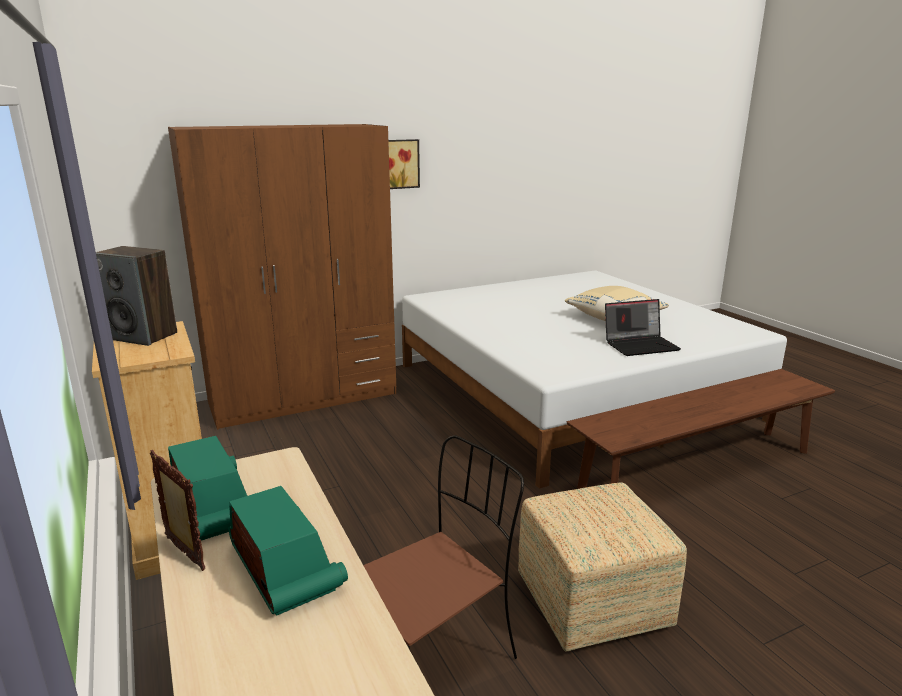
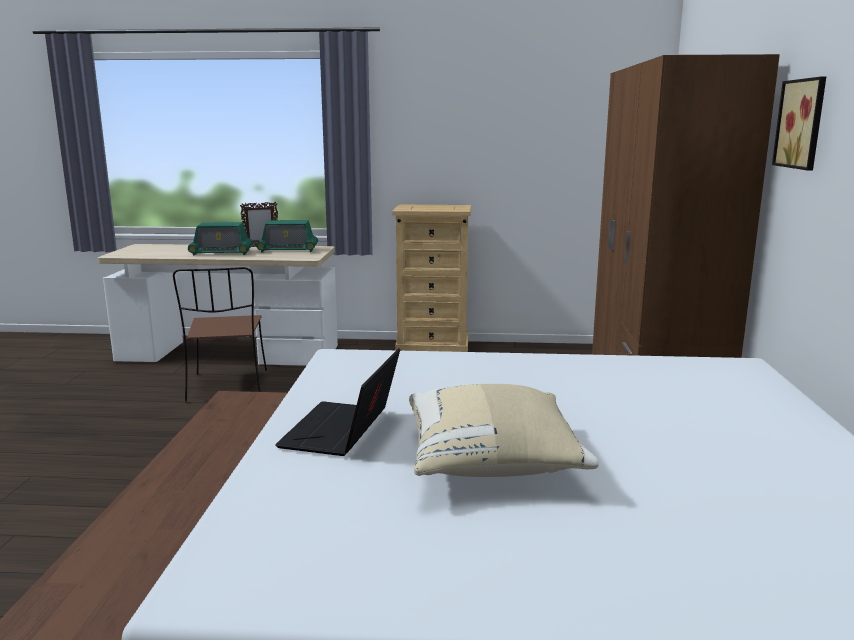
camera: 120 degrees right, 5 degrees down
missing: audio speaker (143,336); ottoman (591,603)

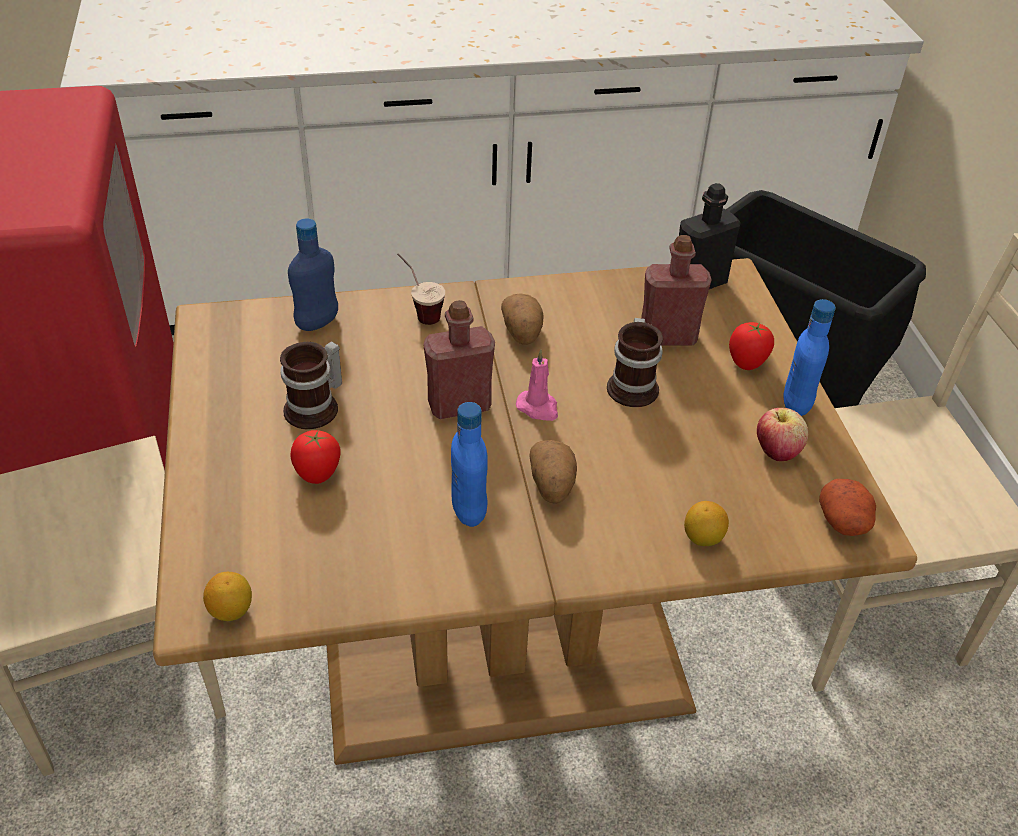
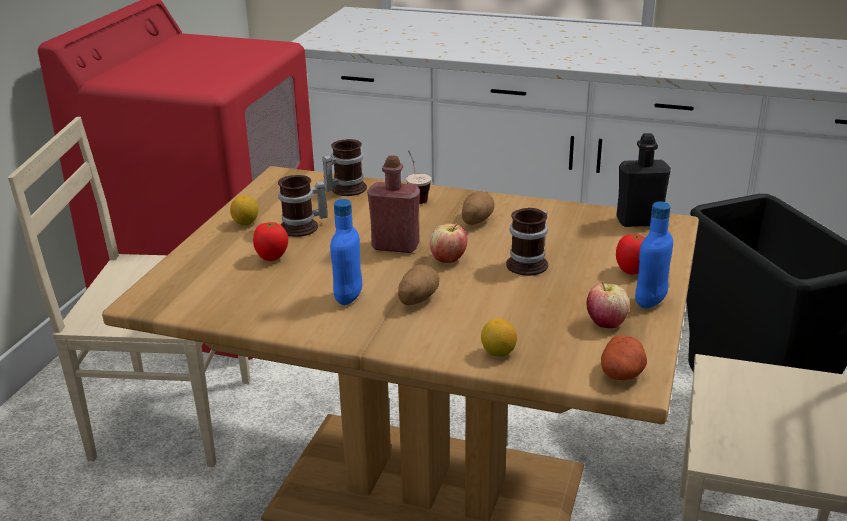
camera: 30 degrees right, 15 degrees down
missing: red-coloured beverage bottle (668,336)
relocated: citrus fruit (231,610) to (246,223)
exchanged: bluish beverage bottle (317,323) to mug (344,189); pink wax light (538,408) to apple fruit (448,259)

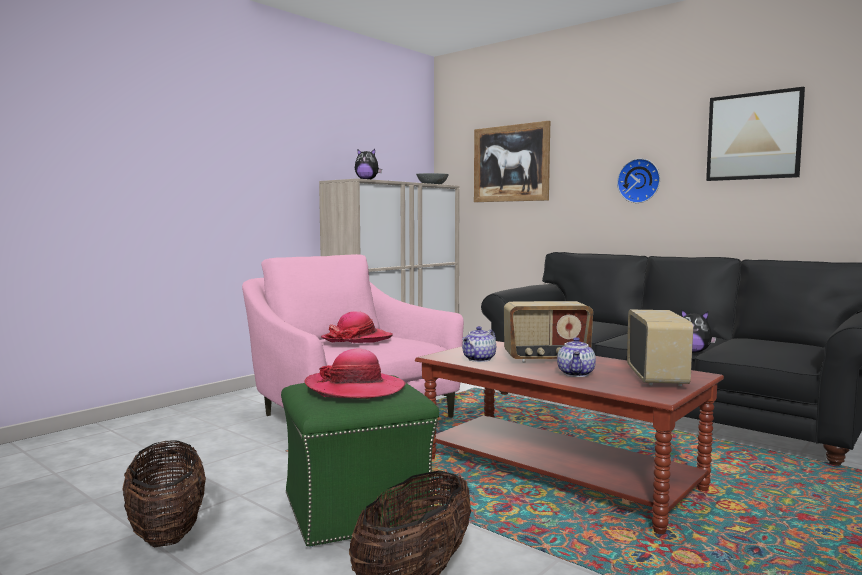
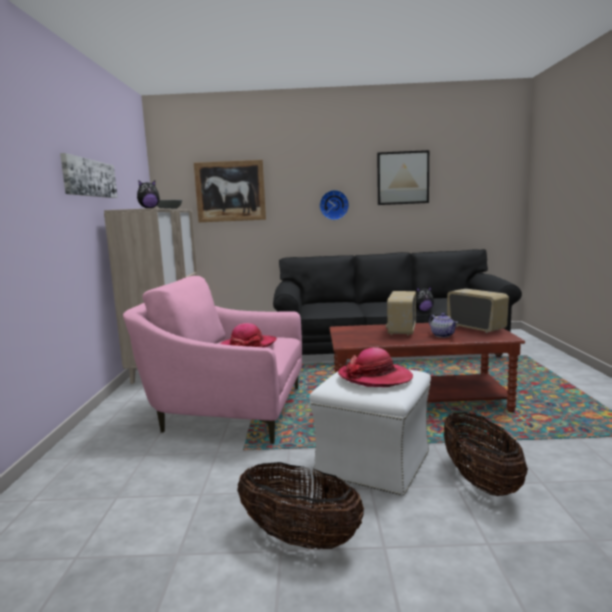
camera: 40 degrees left, 5 degrees up
missing: teapot (479,359)
appeared: wall picture (89,178)
colour: green-coloured ottoman (358,508) to white-coloured ottoman (373,462)
spun: radio (546,359) = (401,330) 150 degrees clockwise

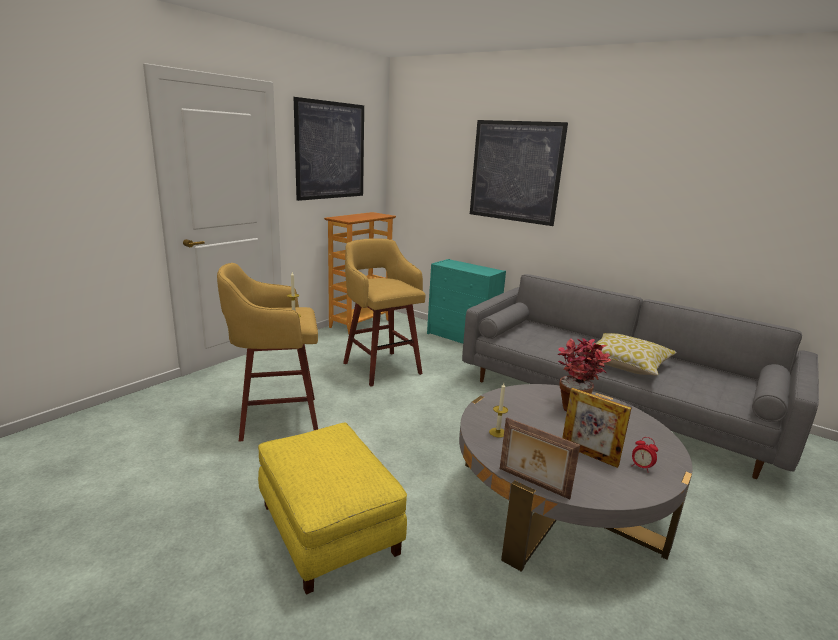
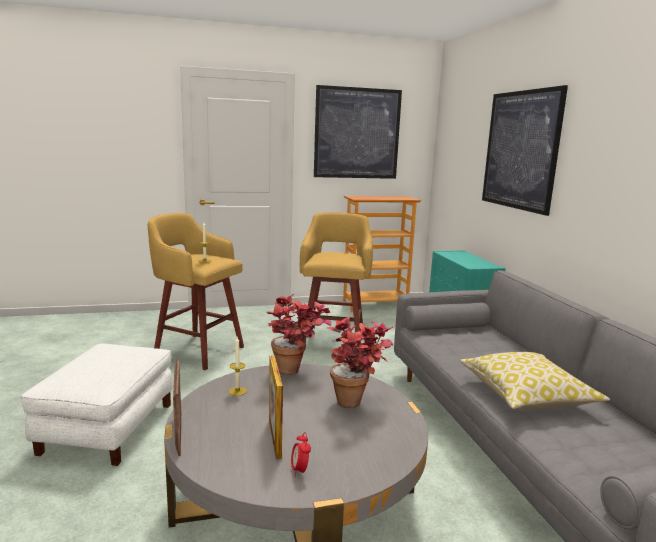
camera: 40 degrees right, 5 degrees down
appeared: houseplant (296,372)
colour: yellow ottoman (327,529) to white-coloured ottoman (107,427)

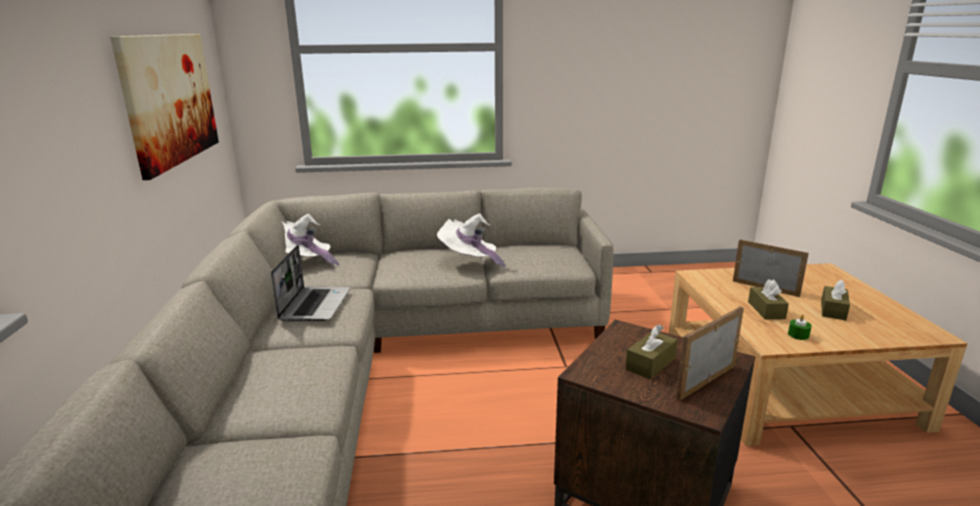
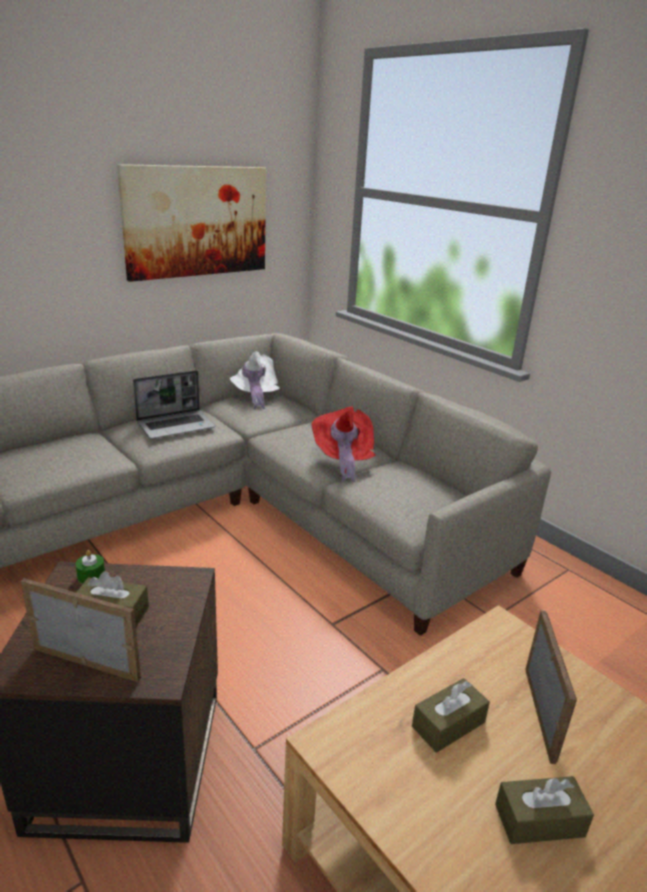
camera: 55 degrees right, 5 degrees up
relocated: green-coloured wax light (798,335) to (91,576)
colour: white-coloured wearable hat (469,261) to red-coloured wearable hat (343,460)

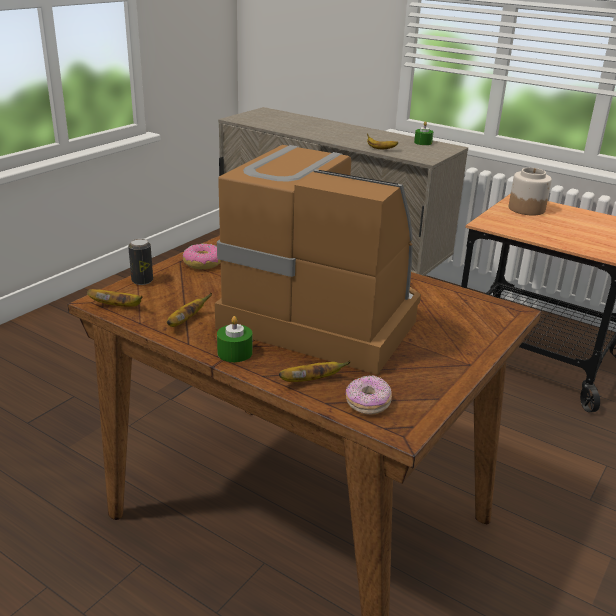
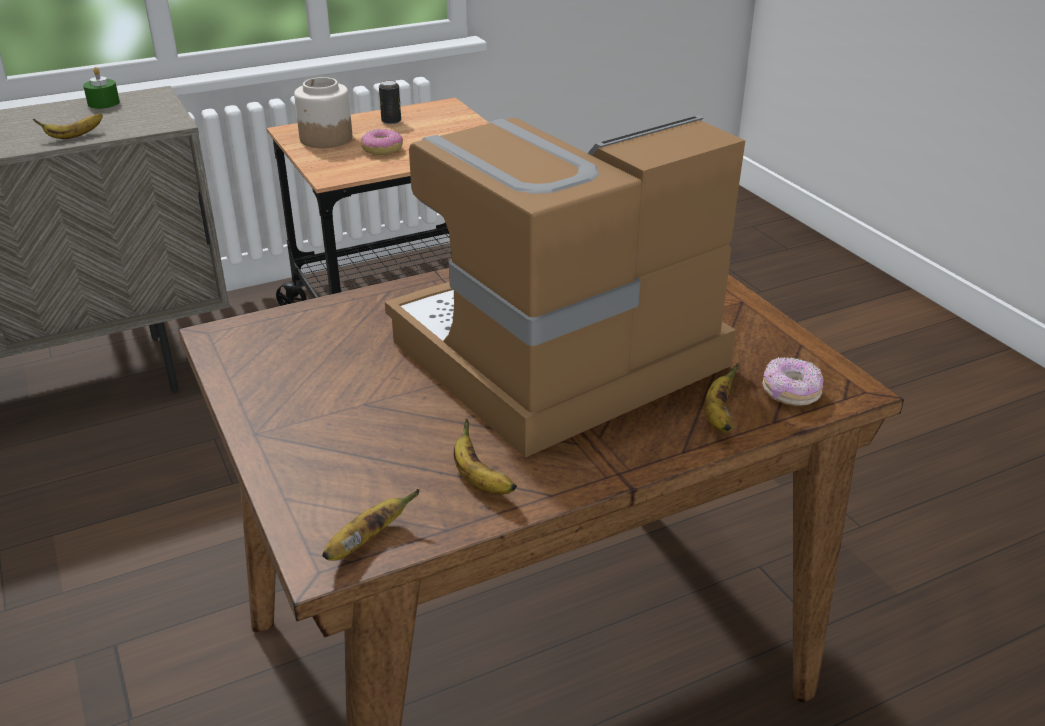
camera: 60 degrees left, 5 degrees up
missing: green-coloured wax light (235,352)
relocated: metal can (142,281) to (391,121); ring doughnut (203,263) to (382,149)

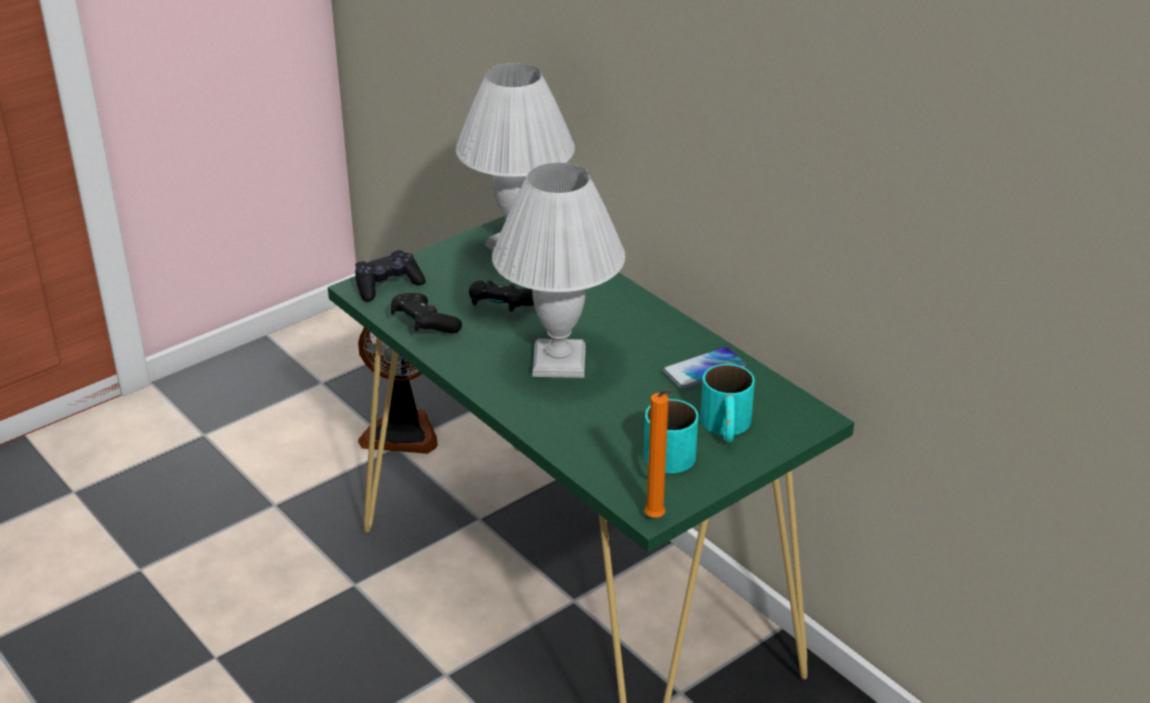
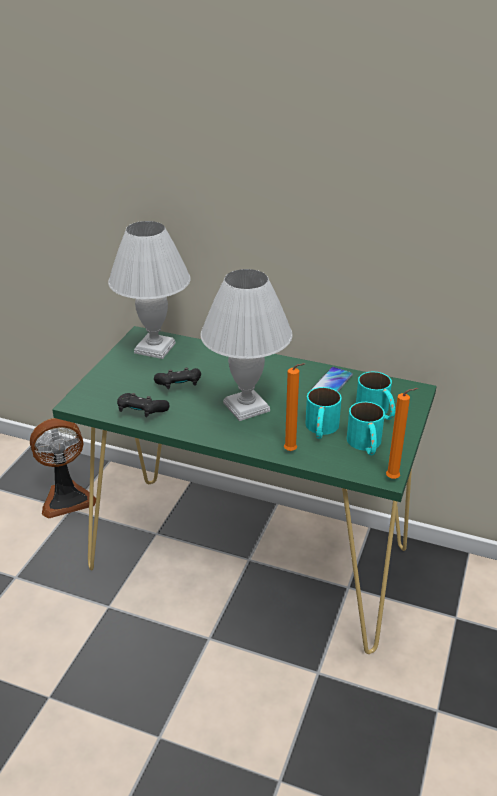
camera: 30 degrees left, 0 degrees up
missing: black joypad (387,285)
appeared: orange wax light (292,451); turquoise-coloured mug (321,429)

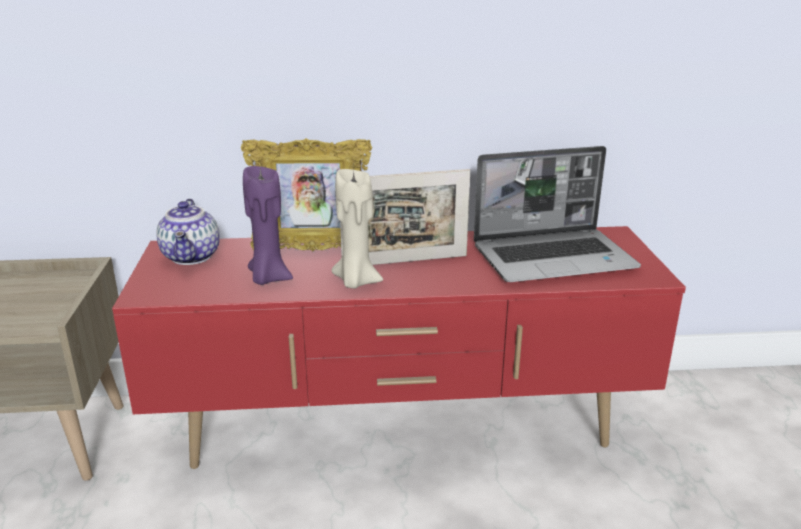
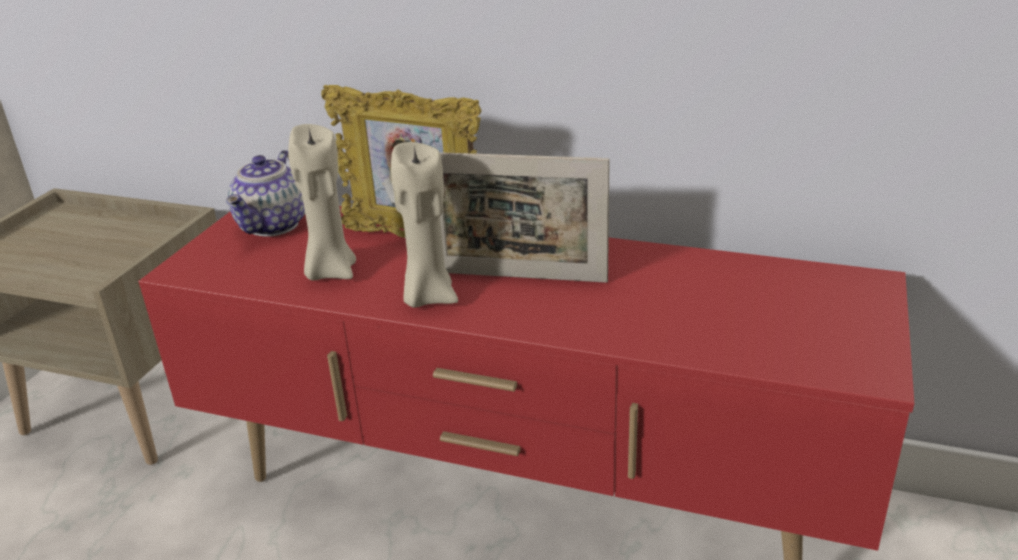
camera: 25 degrees right, 5 degrees up
missing: laptop (554,258)
colour: purple-coloured wax light (268,278) to beige wax light (330,272)

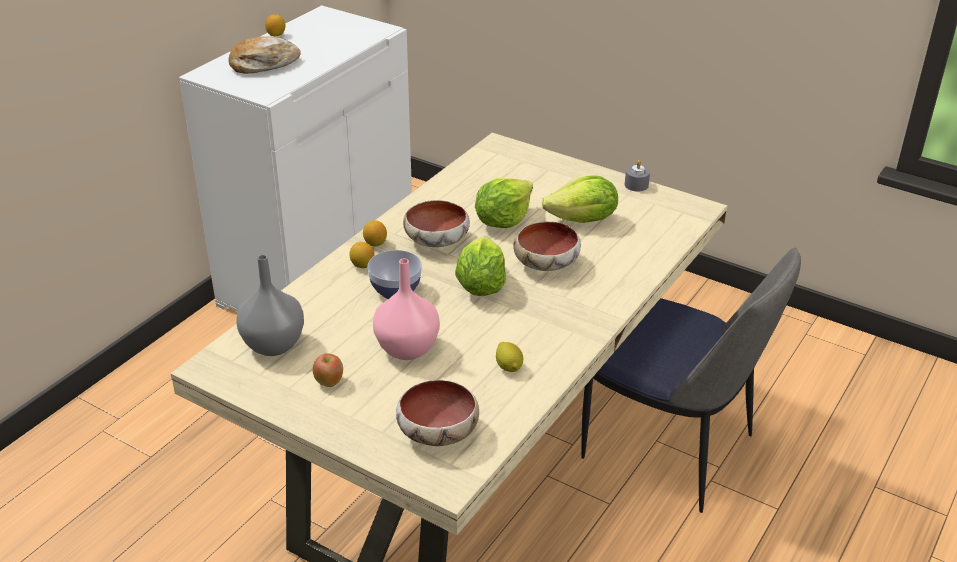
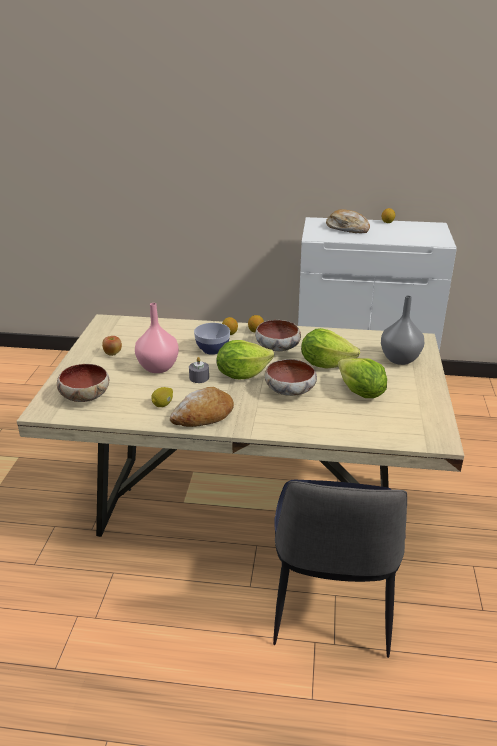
camera: 65 degrees right, 5 degrees down
appeared: bakery bread (203,416)
relocated: grey flower vase (275,345) to (400,359); grey wax light (636,185) to (199,377)

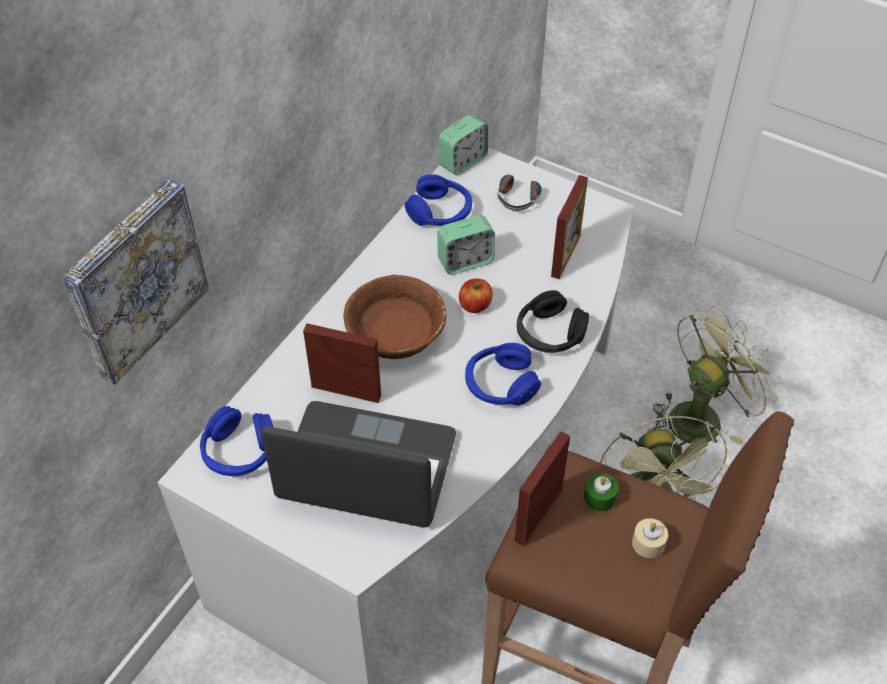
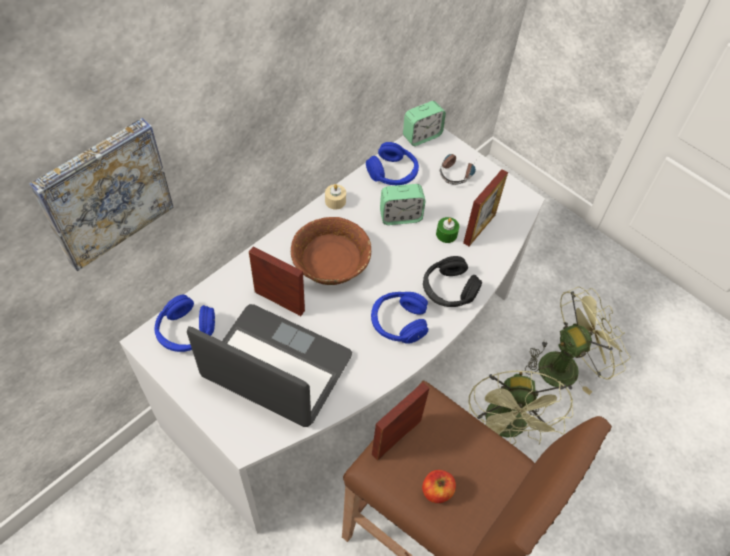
camera: 10 degrees right, 5 degrees up
relocated: apple fruit (475,305) to (437,491); green-coloured wax light (599,497) to (446,234); beige wax light (648,543) to (335,201)

